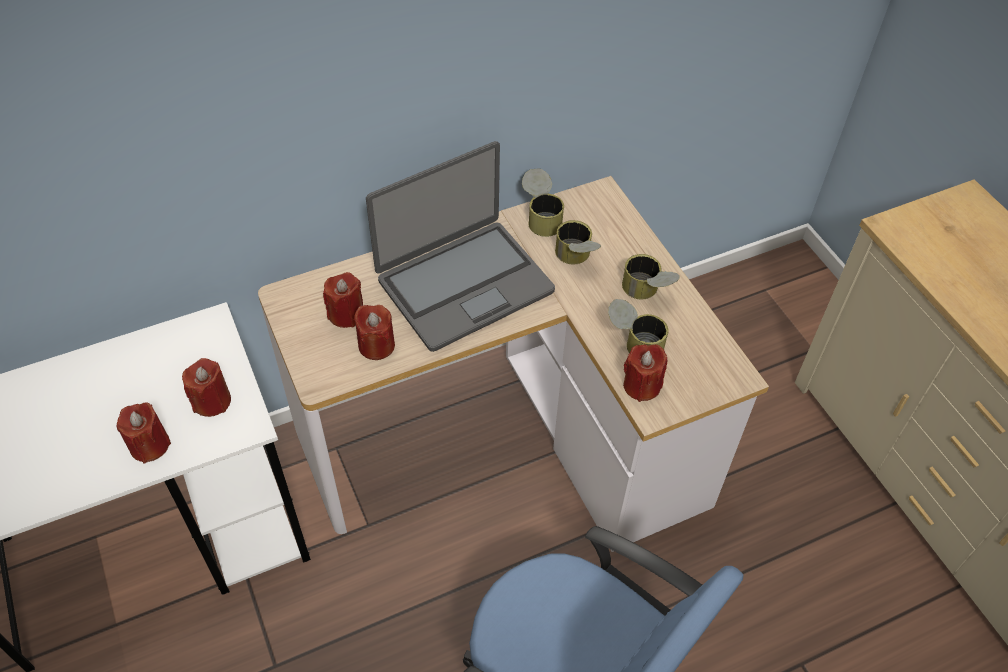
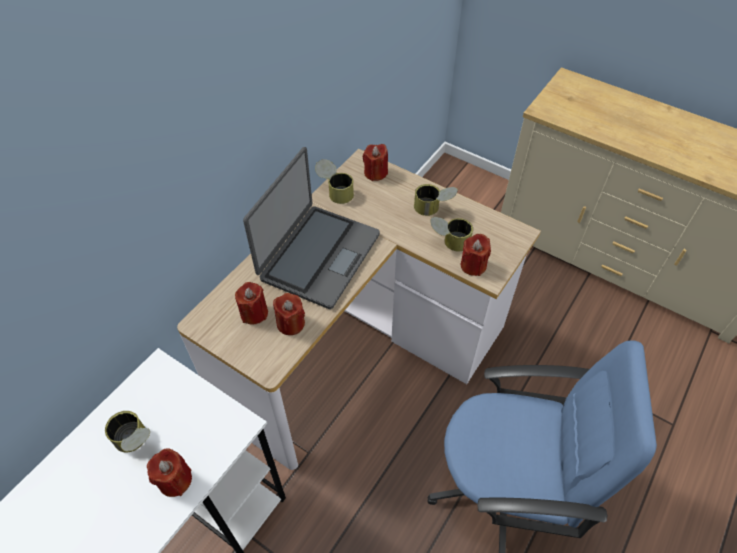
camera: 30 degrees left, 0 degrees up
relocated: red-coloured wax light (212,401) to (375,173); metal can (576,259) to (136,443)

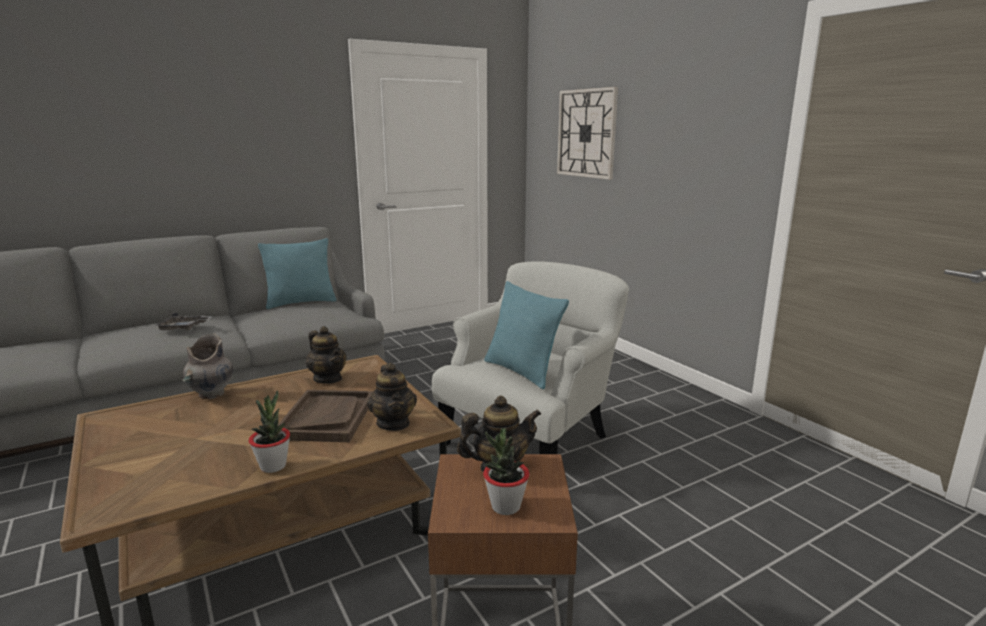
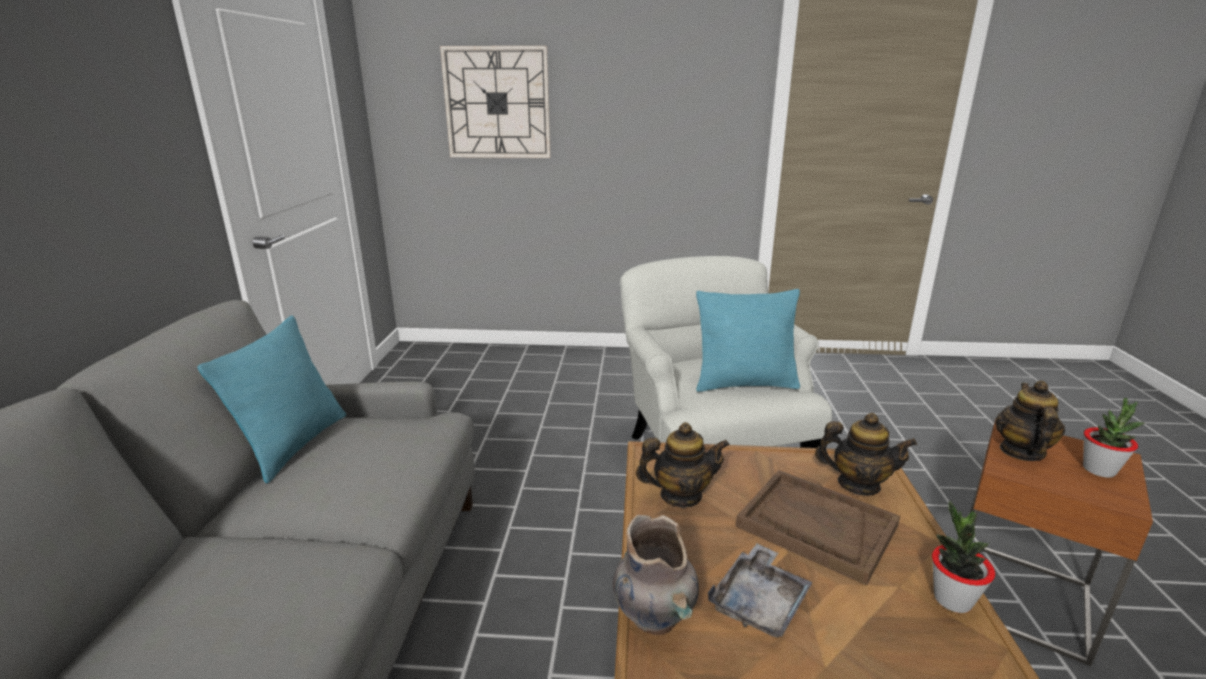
camera: 55 degrees left, 5 degrees up
relocated: grey carrying tray (184,328) to (759,602)

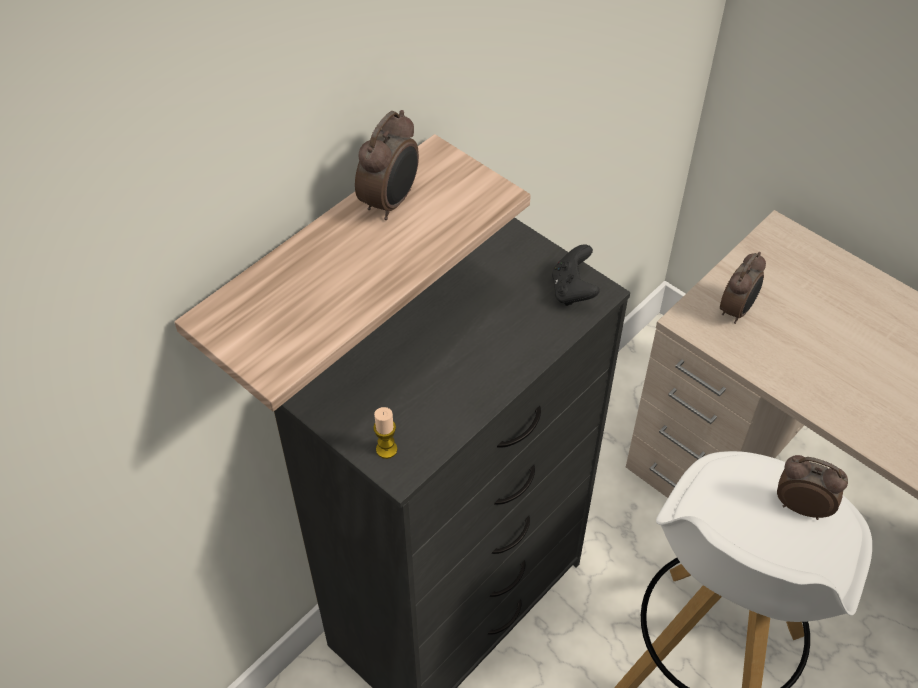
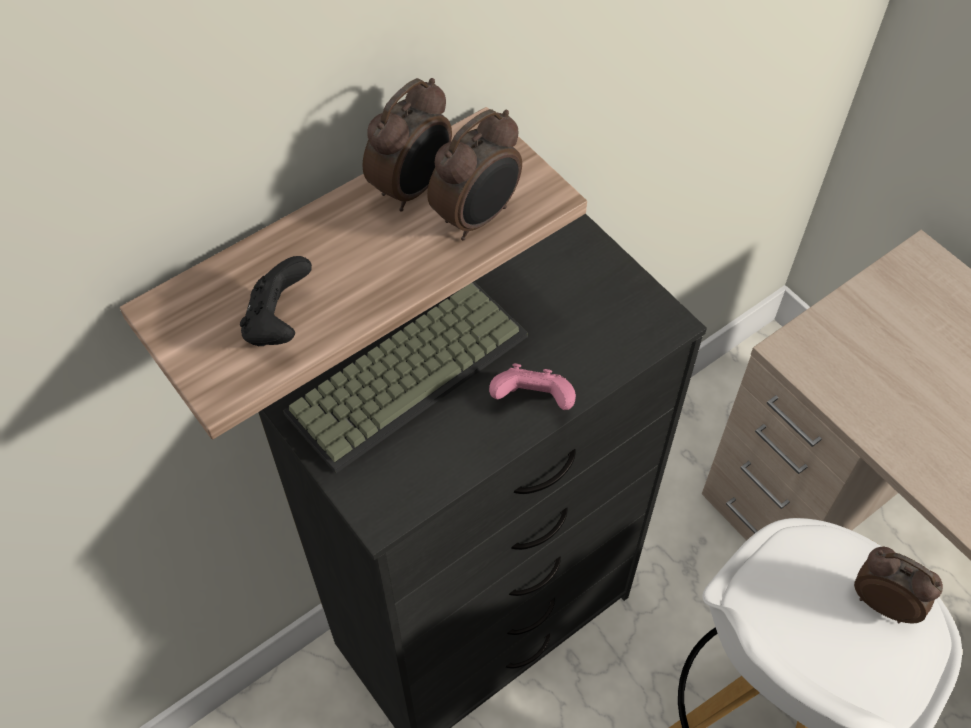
camera: 10 degrees right, 5 degrees up
missing: wax light (386,449)
appeared: PC keyboard (408,370); pink joypad (533,401)
relocated: black joypad (573,290) to (279,323); bedside clock (737,310) to (478,217)

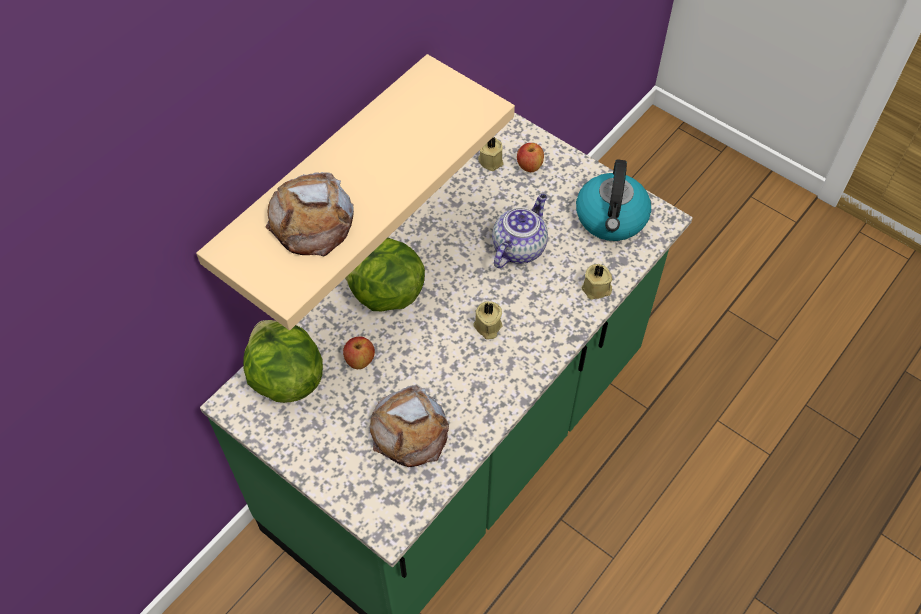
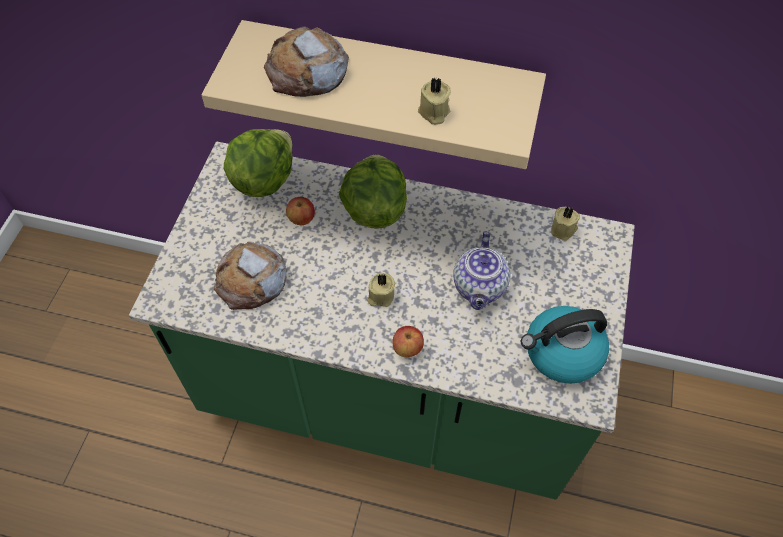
camera: 65 degrees right, 0 degrees up
relocated: apple fruit (529,166) to (407,348); beige wax light (597,289) to (433,113)
spun: teapot (519,247) = (480,288) 90 degrees clockwise

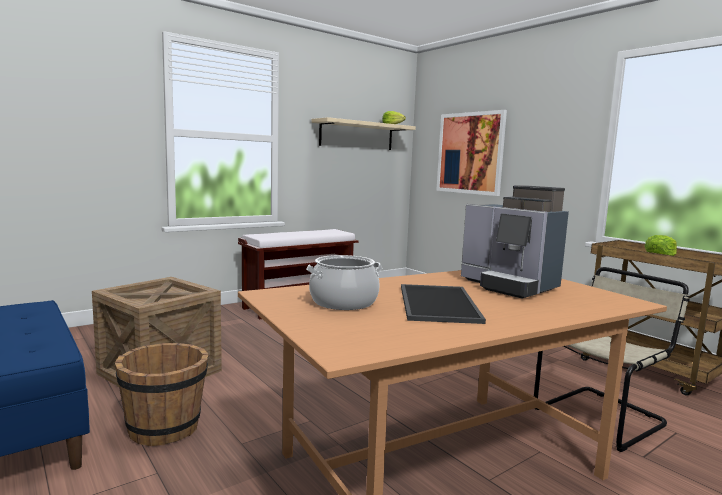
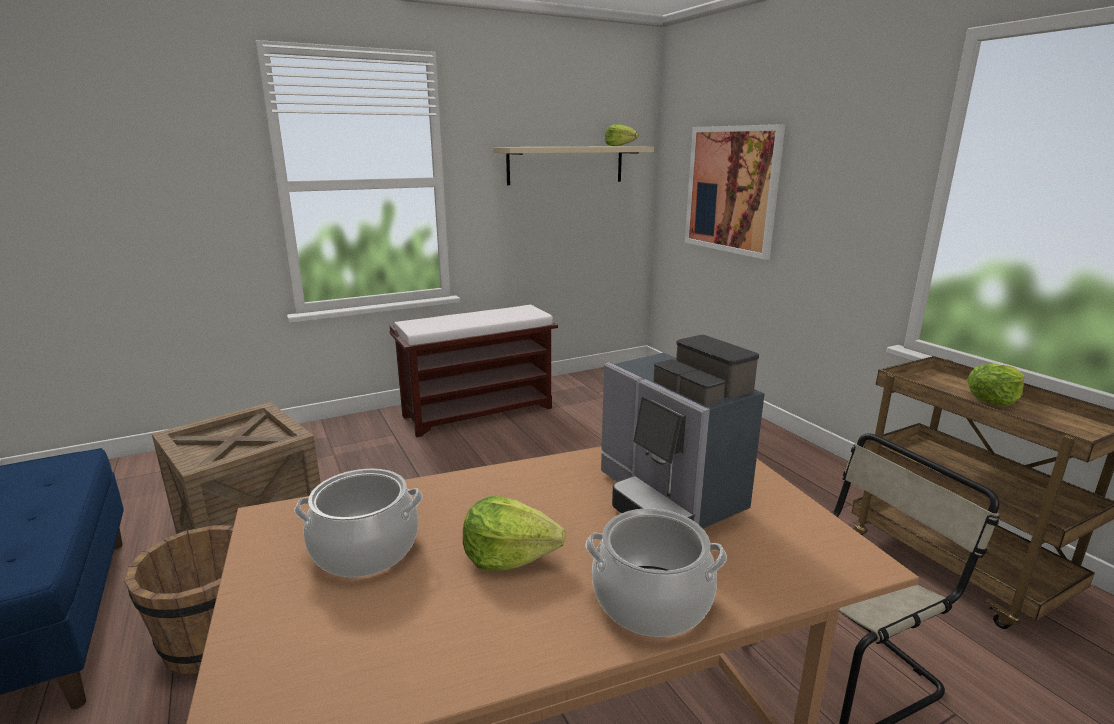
camera: 10 degrees right, 10 degrees up
appeared: saucepot (651,601)
exchanged: carrying tray (436,303) to lettuce (509,555)

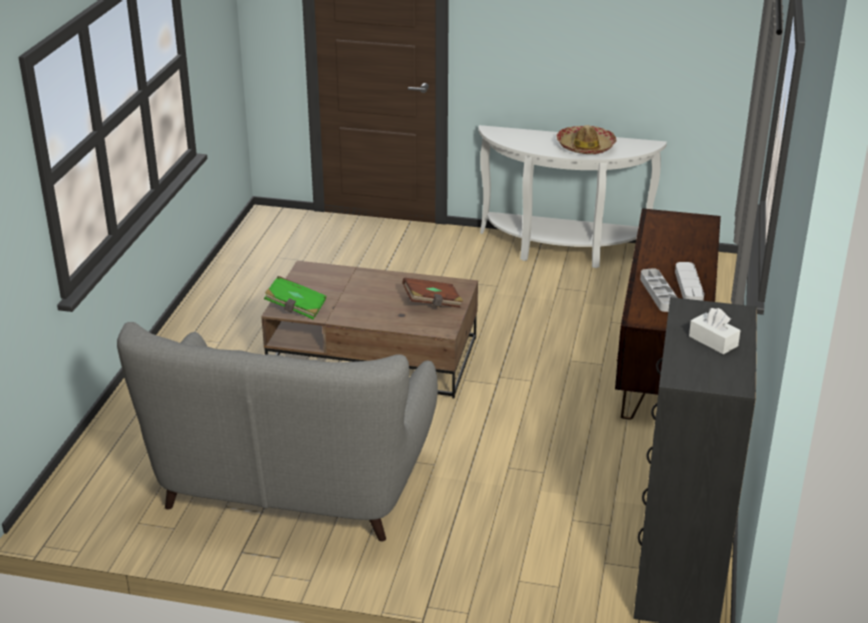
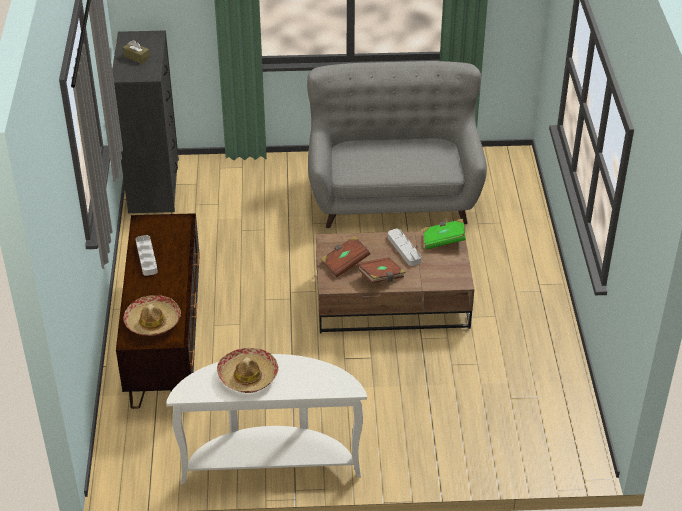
camera: 165 degrees right, 10 degrees up
appeared: wearable hat (153,321); brownish bound book (381,277)
relocated: grey carrying tray (658,293) to (404,249)
colour: white-coloured tissue holder (713,341) to brownish tissue holder (136,57)

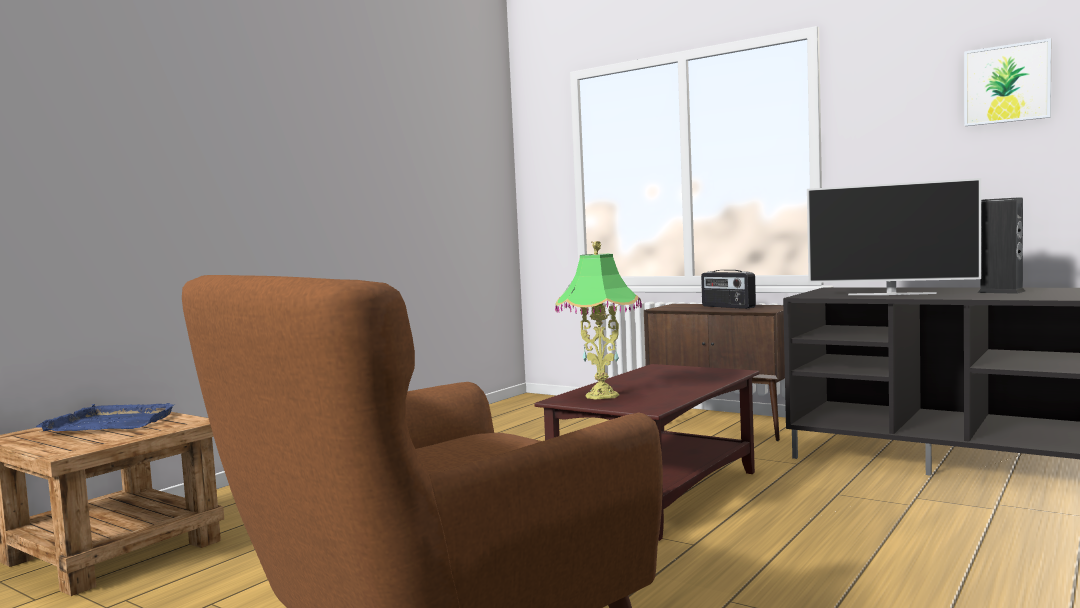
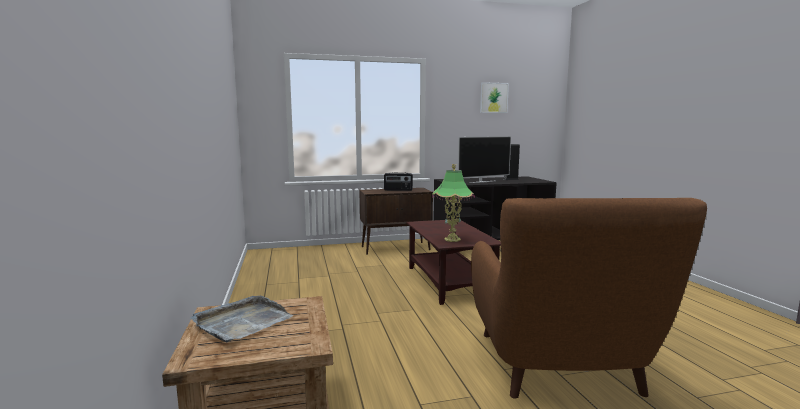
camera: 50 degrees left, 5 degrees up
colour: bluish carrying tray (111,423) to grey carrying tray (242,322)

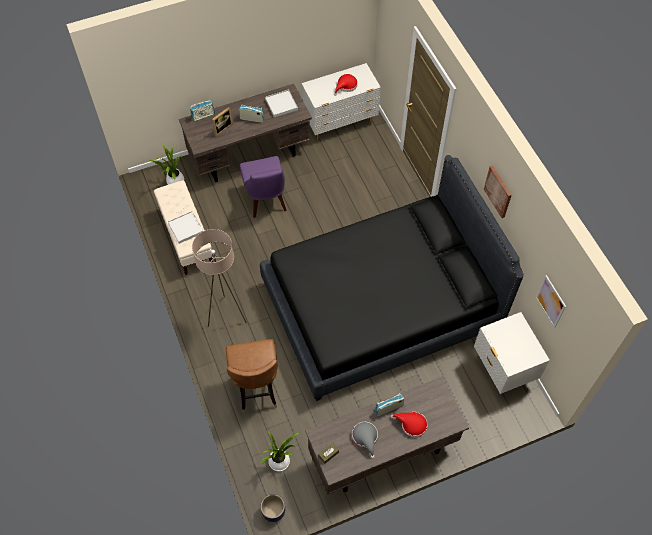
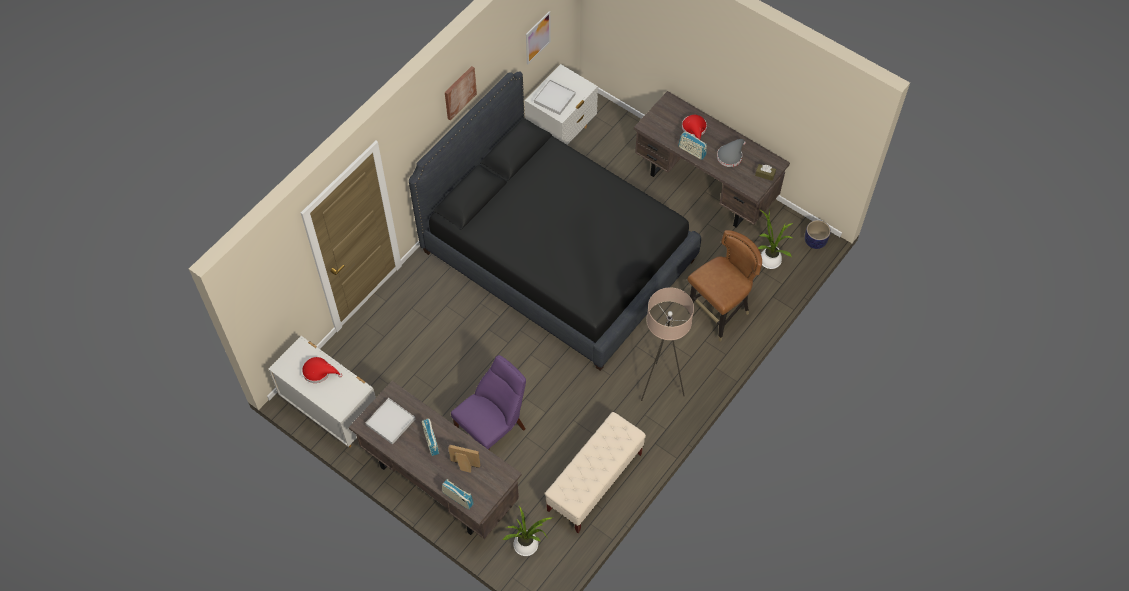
camera: 120 degrees left, 0 degrees up
relocated: white-coloured carrying tray (186,228) to (554,98)

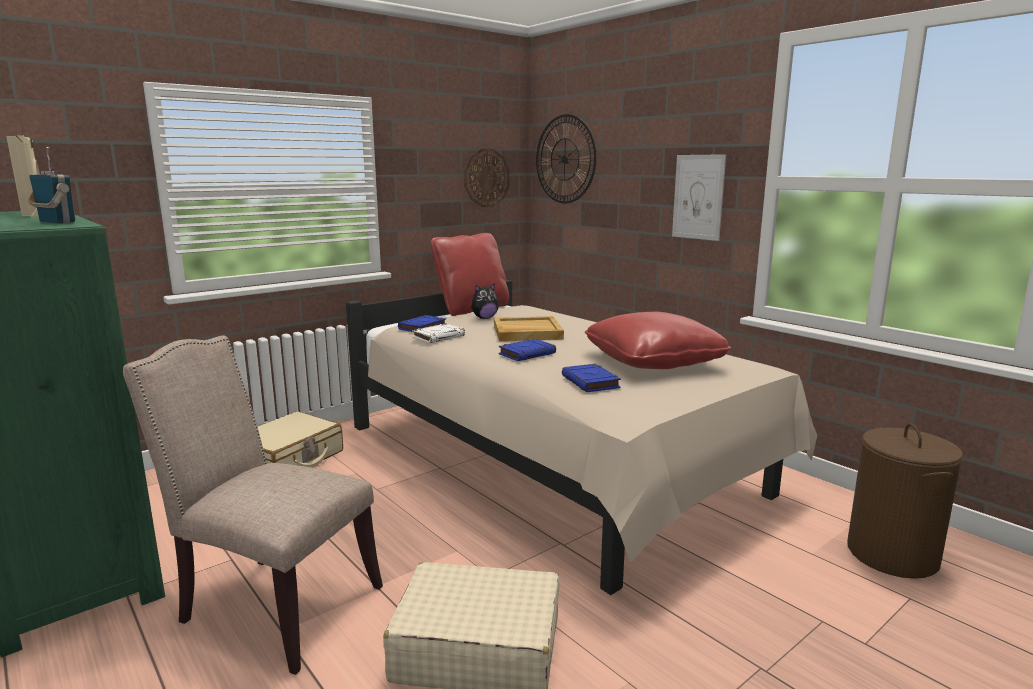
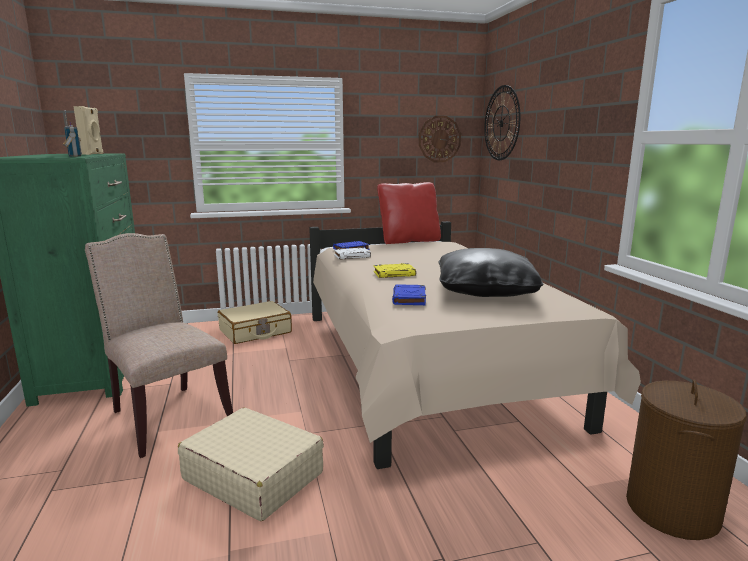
camera: 25 degrees right, 0 degrees up
missing: plush toy (484,318); beige carrying tray (526,332); wall picture (698,197)
colour: bluish bound book (527,354) to yellow bound book (394,274); red-coloured cushion (653,362) to black cushion (485,291)

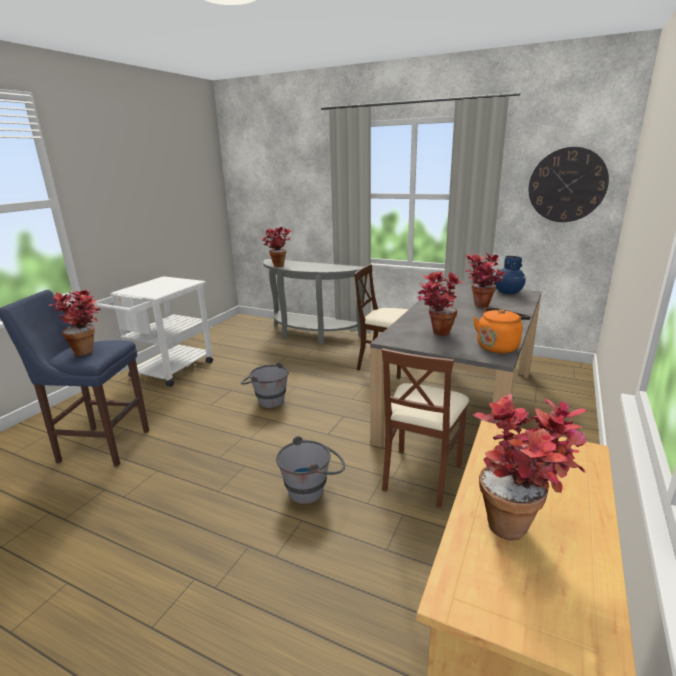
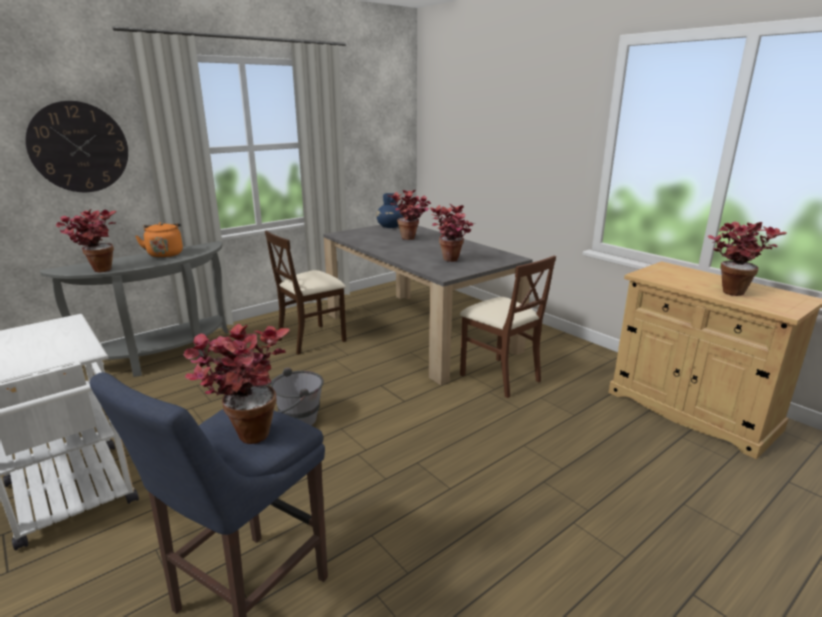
camera: 65 degrees left, 0 degrees up
missing: grey water bucket (313,489)
relocated: orange water kettle (498,346) to (165,254); clock on the wall (567,185) to (79,147)

